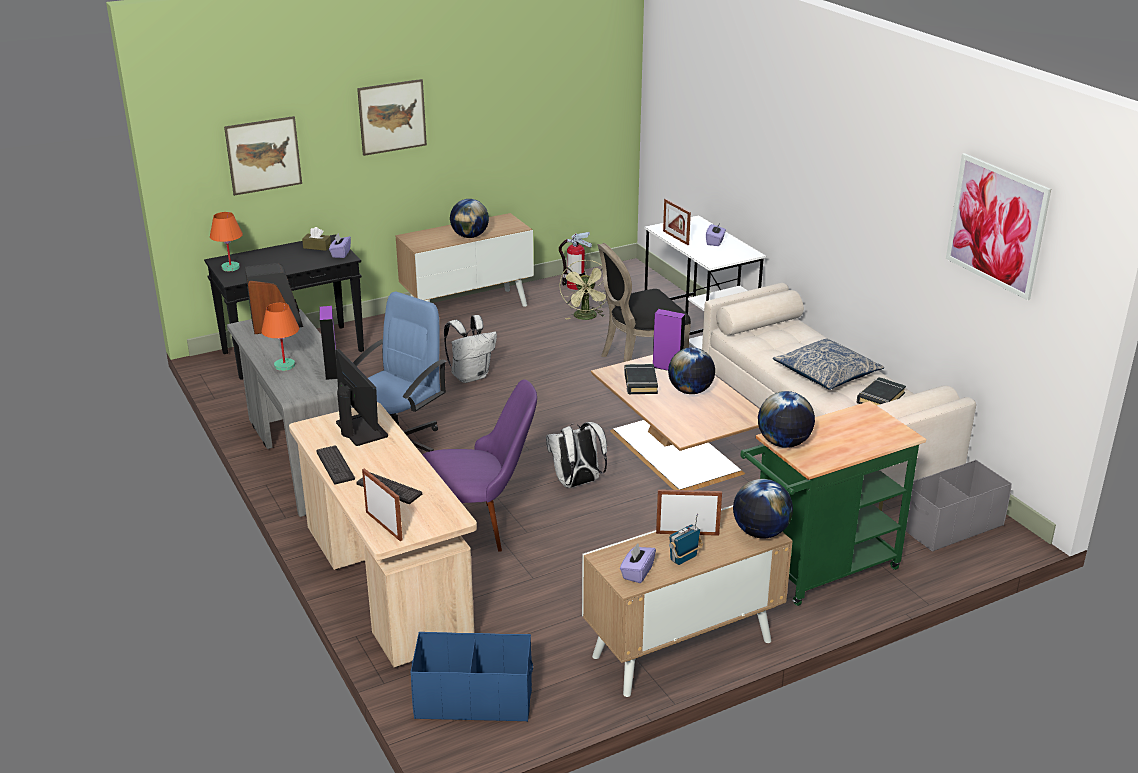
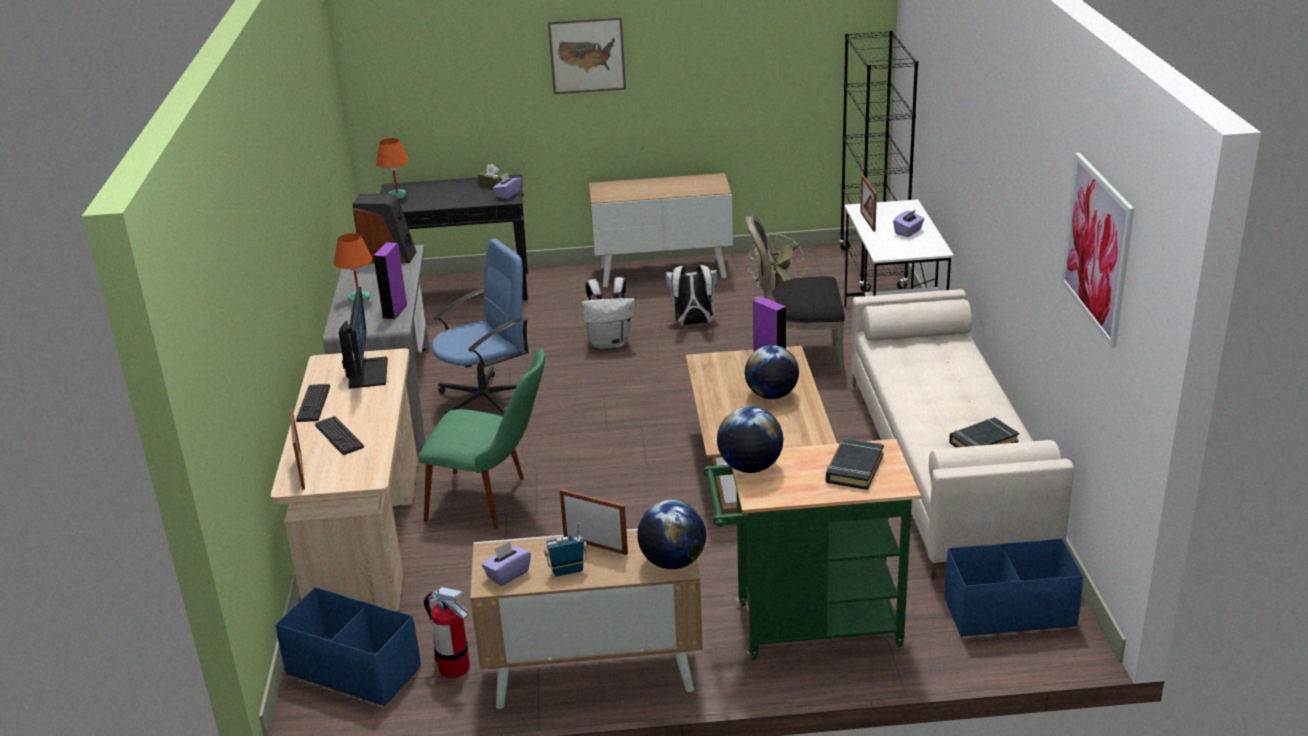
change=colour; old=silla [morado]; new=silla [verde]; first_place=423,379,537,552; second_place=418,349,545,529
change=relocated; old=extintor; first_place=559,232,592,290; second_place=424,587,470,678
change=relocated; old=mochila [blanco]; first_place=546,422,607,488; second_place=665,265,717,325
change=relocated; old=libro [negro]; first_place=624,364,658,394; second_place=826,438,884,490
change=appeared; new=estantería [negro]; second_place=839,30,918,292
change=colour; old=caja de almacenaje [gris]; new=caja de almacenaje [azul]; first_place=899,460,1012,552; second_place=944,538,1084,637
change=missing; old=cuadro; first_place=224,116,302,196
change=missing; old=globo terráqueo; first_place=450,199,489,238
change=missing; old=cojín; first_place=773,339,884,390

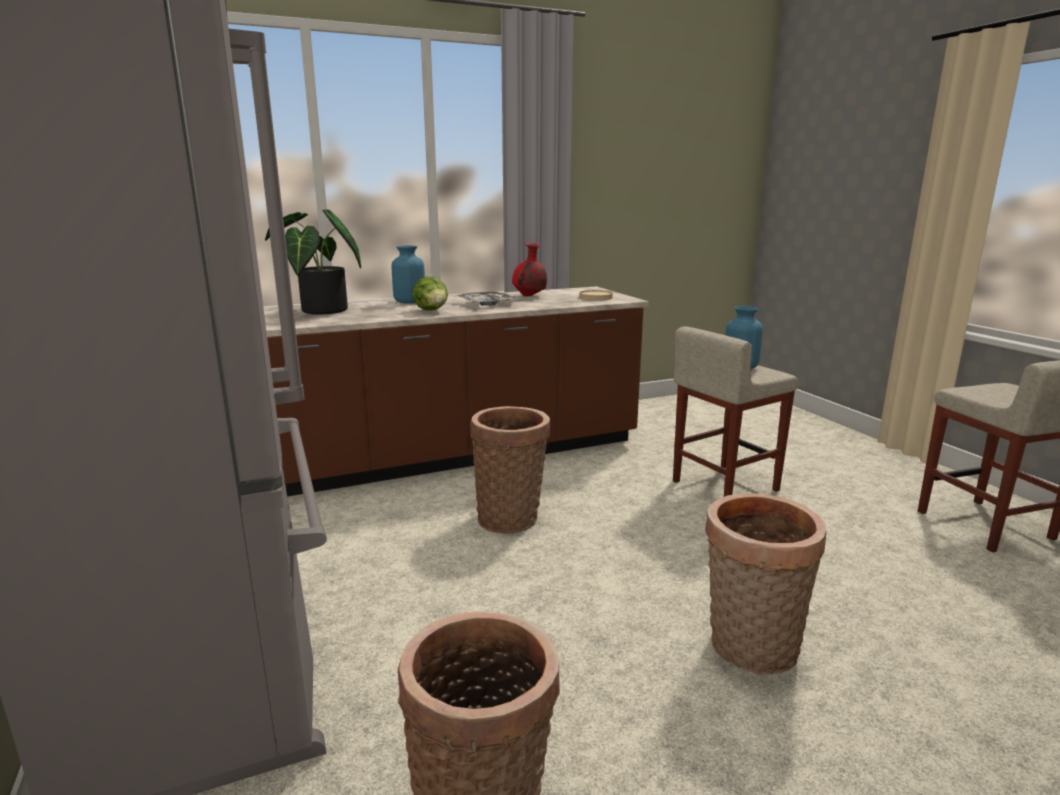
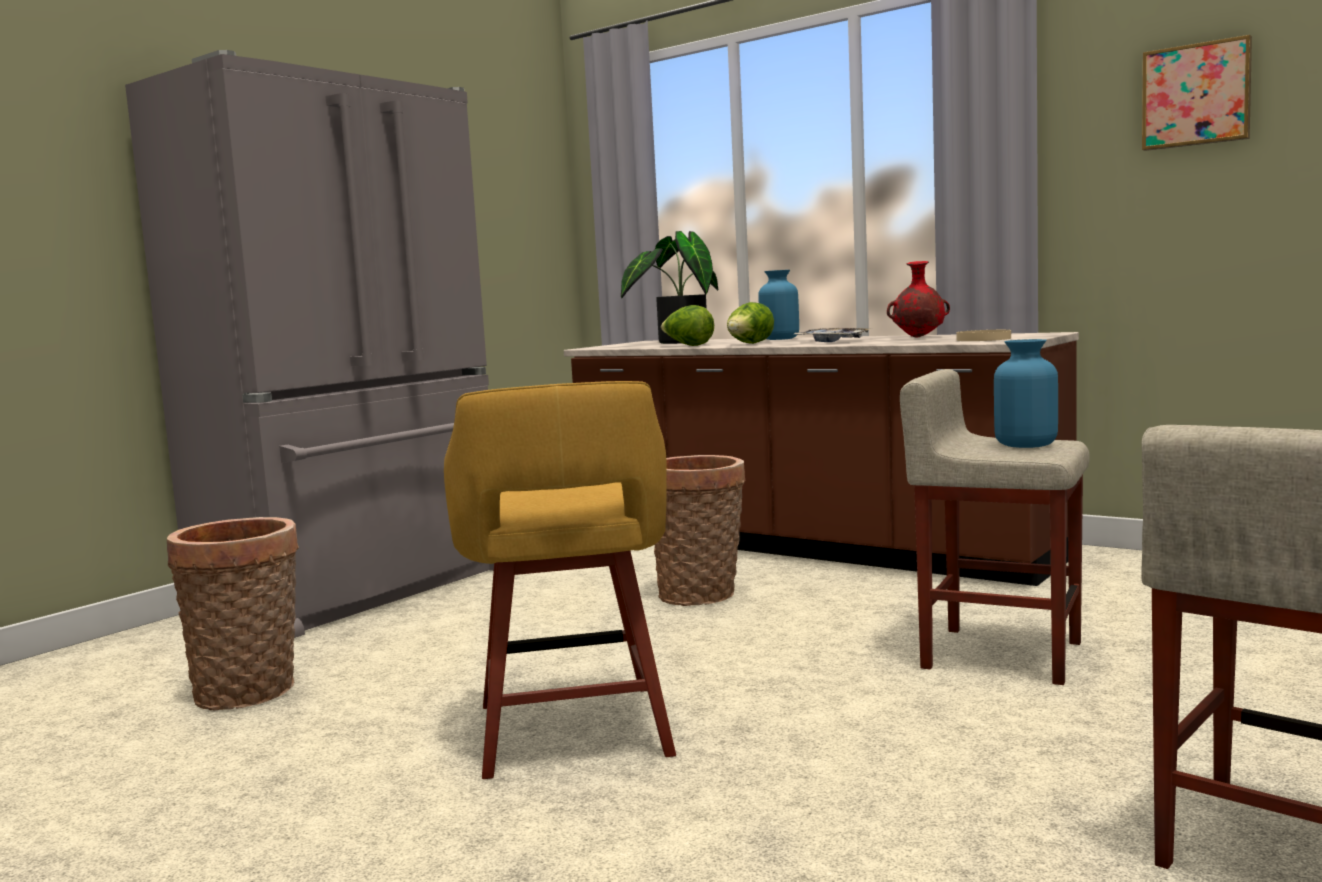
change=exchanged; old=cesta; new=taburete [amarillo]; first_place=705,493,826,674; second_place=444,381,676,779
change=appeared; new=lechuga; second_place=661,305,714,346
change=appeared; new=cuadro; second_place=1142,35,1252,151

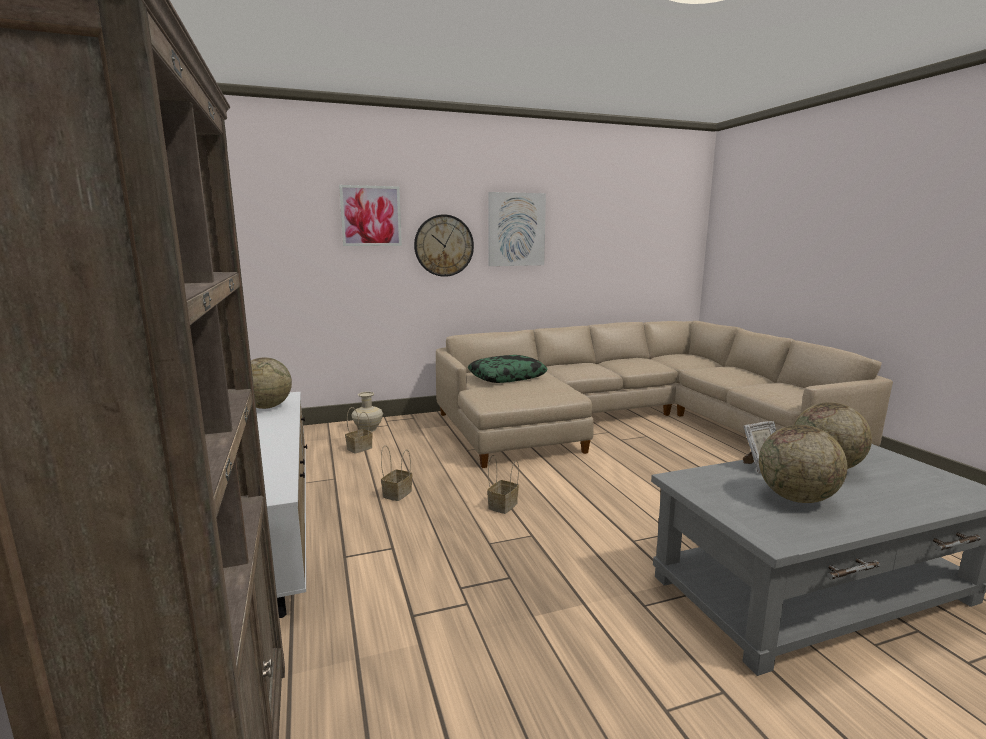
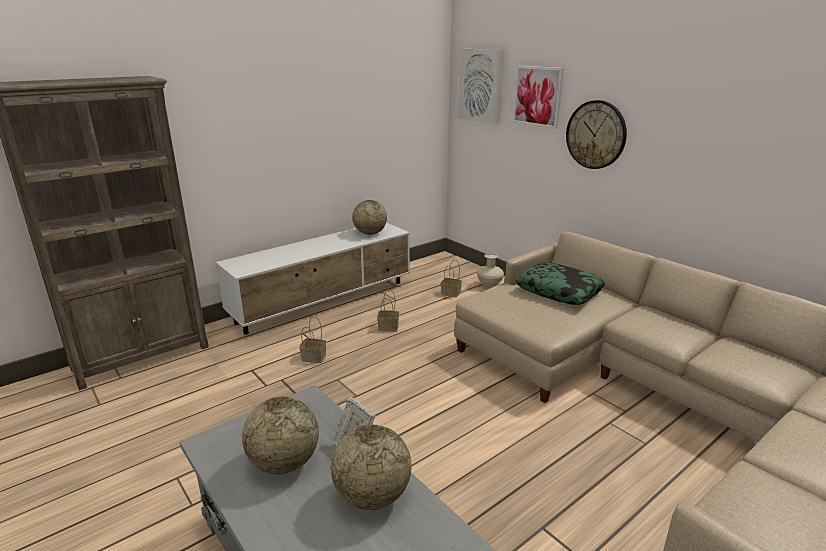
change=relocated; old=cesta; first_place=487,455,519,514; second_place=299,316,326,363
change=relocated; old=cuadro; first_place=488,192,546,266; second_place=458,49,505,124

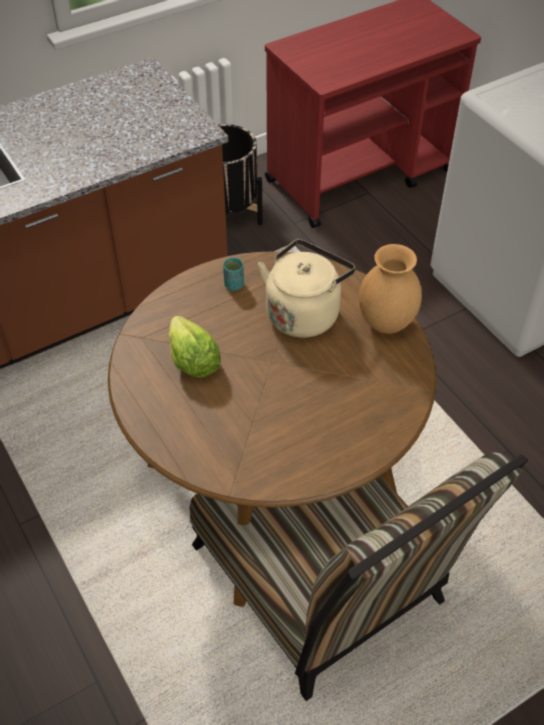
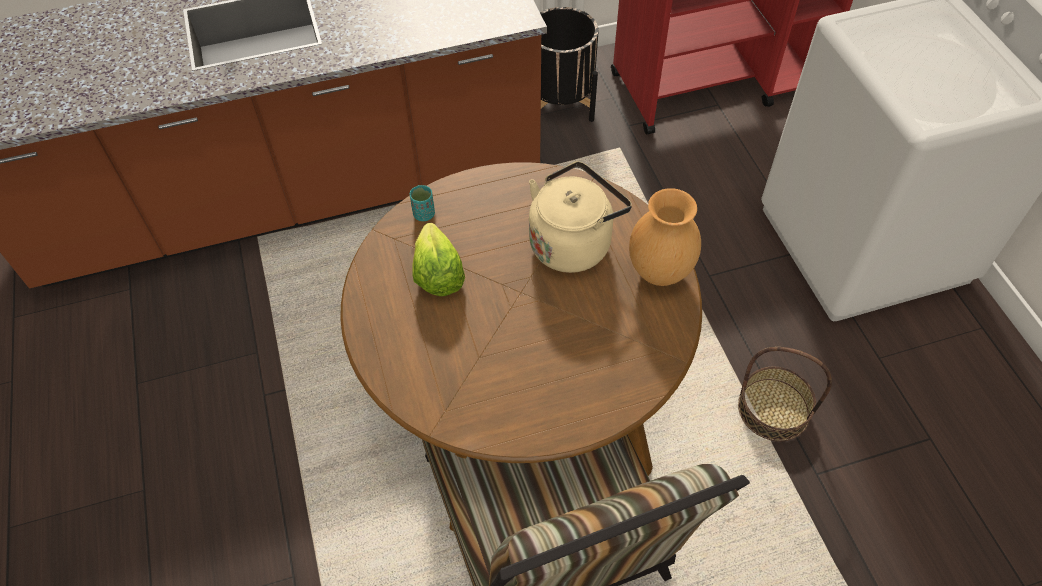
change=relocated; old=taza [turquesa]; first_place=223,258,244,290; second_place=410,185,435,221
change=appeared; new=cesta; second_place=738,347,832,441

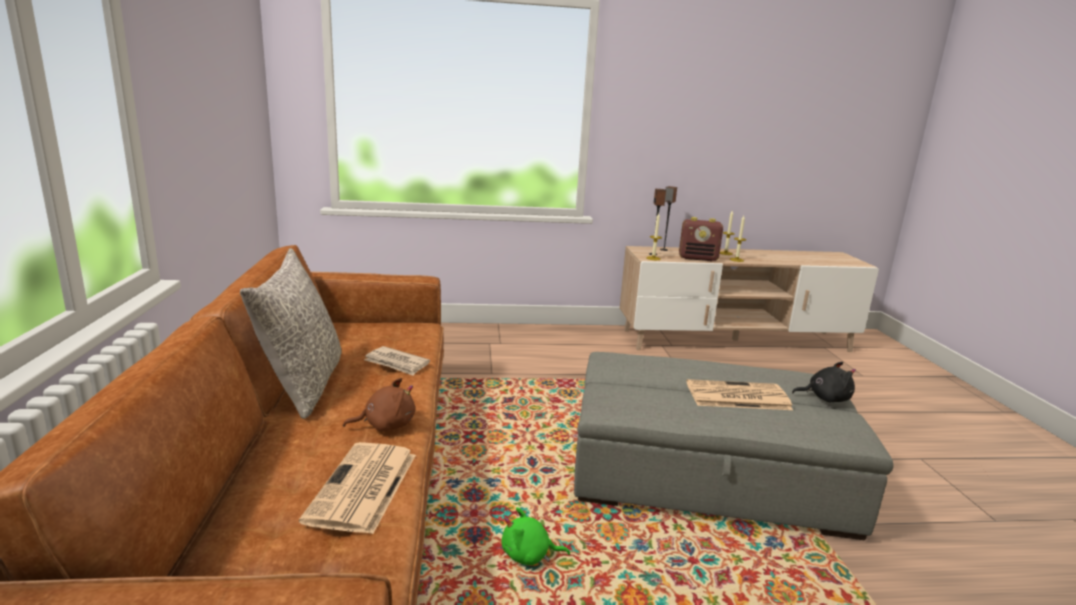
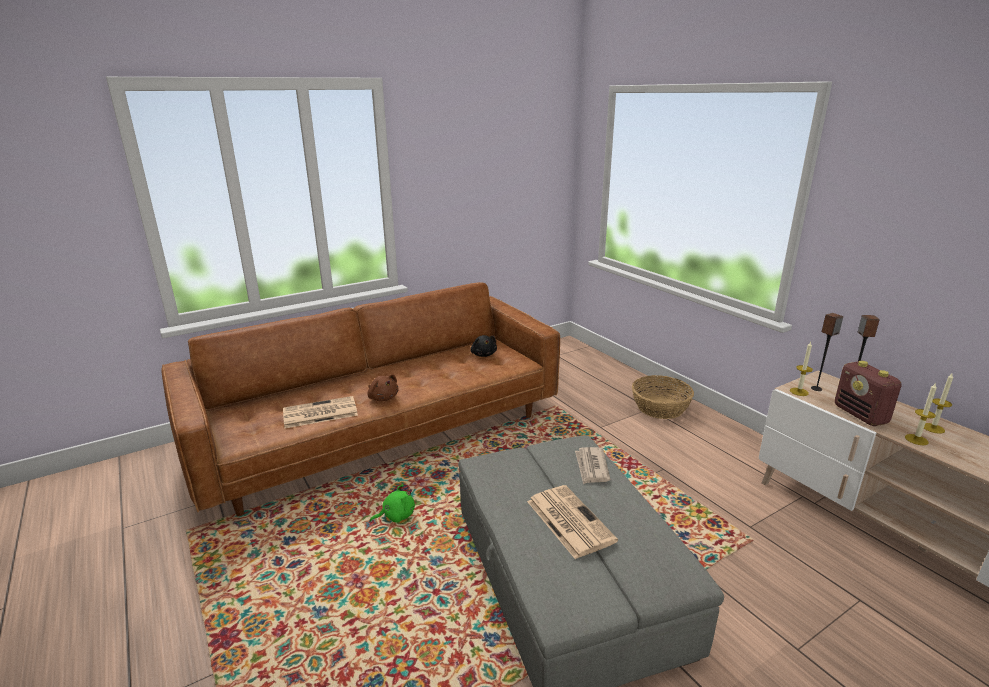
change=spun; old=peluche [verde]; first_place=502,507,570,565; second_place=370,484,415,523; degrees=90
change=relocated; old=peluche [negro]; first_place=792,362,856,402; second_place=470,335,497,357
change=relocated; old=periódico; first_place=364,346,430,376; second_place=575,447,610,484
change=appeared; new=cesta; second_place=632,375,694,419
change=missing; old=cojín [gris]; first_place=240,248,342,419

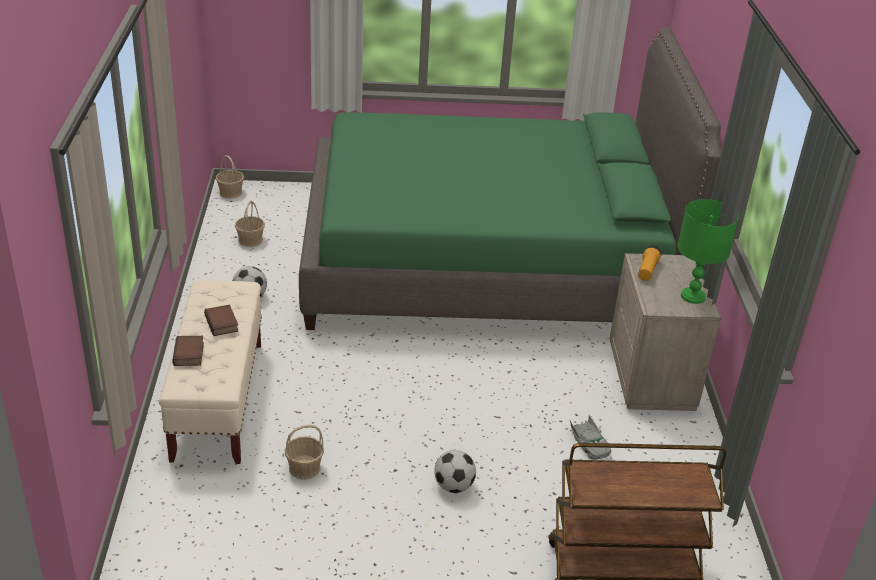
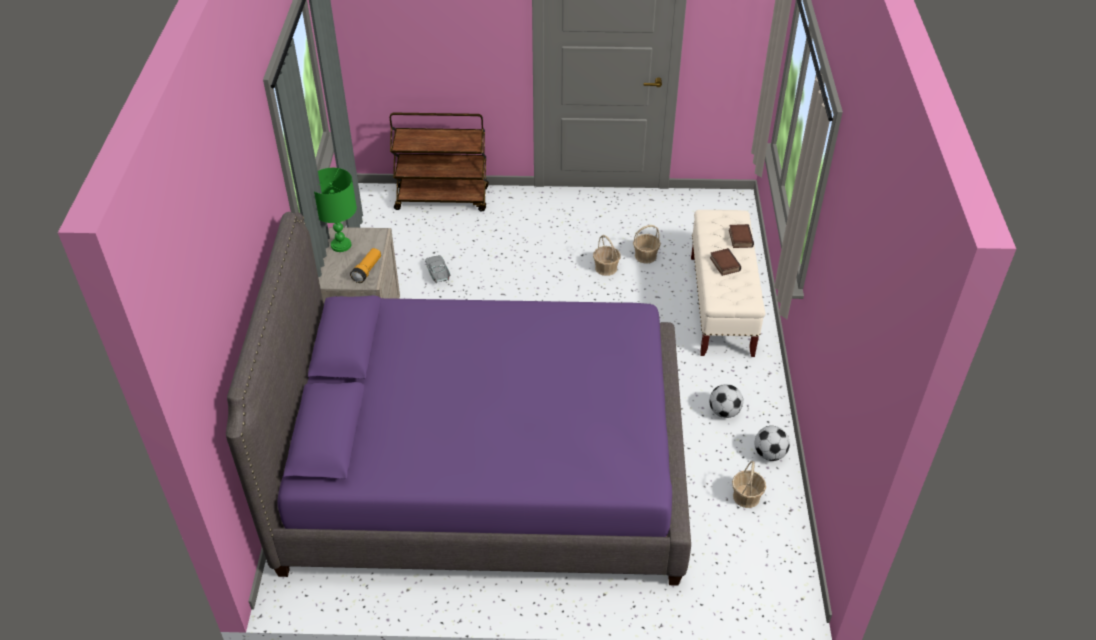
change=colour; old=cama [verde]; new=cama [morado]; first_place=299,27,722,330; second_place=226,212,691,586
change=relocated; old=cesta; first_place=216,155,244,198; second_place=593,235,621,276
change=relocated; old=balón de fútbol; first_place=434,450,476,493; second_place=754,426,790,461

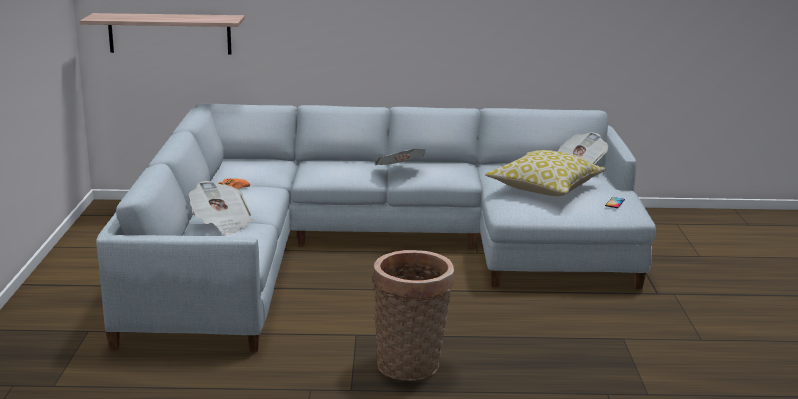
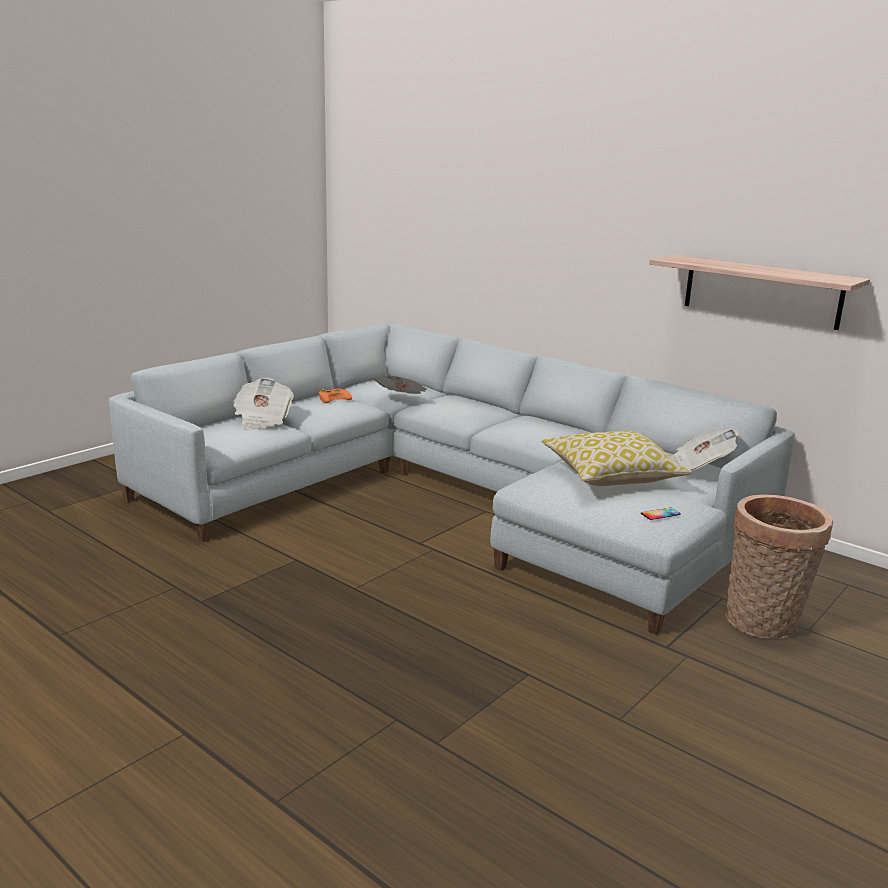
change=relocated; old=periódico; first_place=374,149,426,165; second_place=372,376,427,394
change=relocated; old=estante; first_place=80,13,245,54; second_place=649,255,870,330
change=relocated; old=cesta; first_place=373,250,454,381; second_place=725,494,833,639

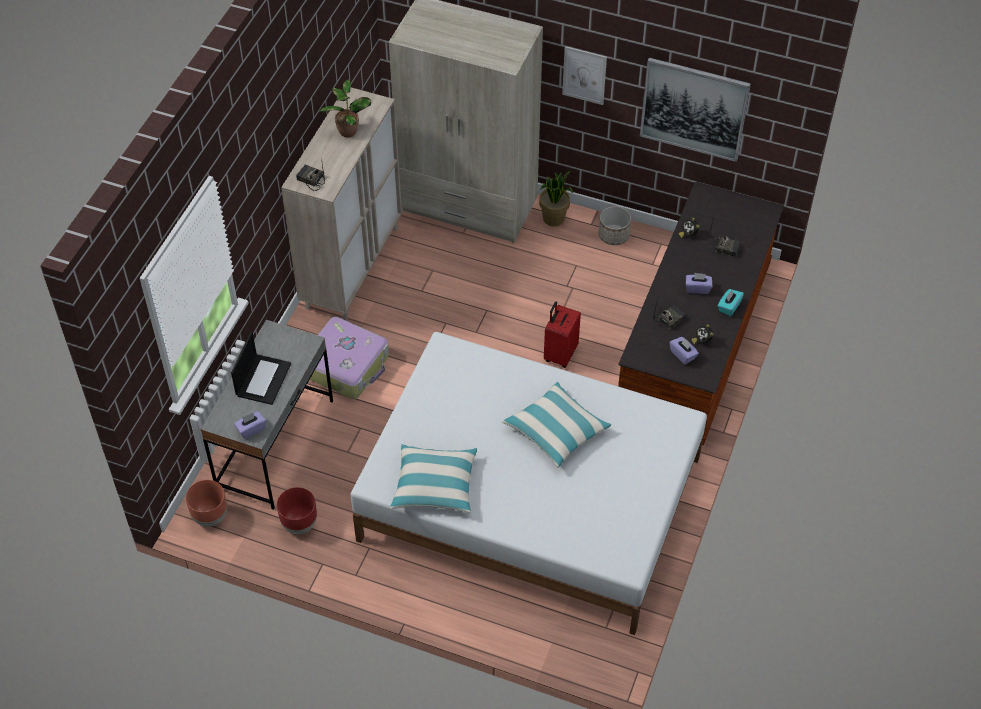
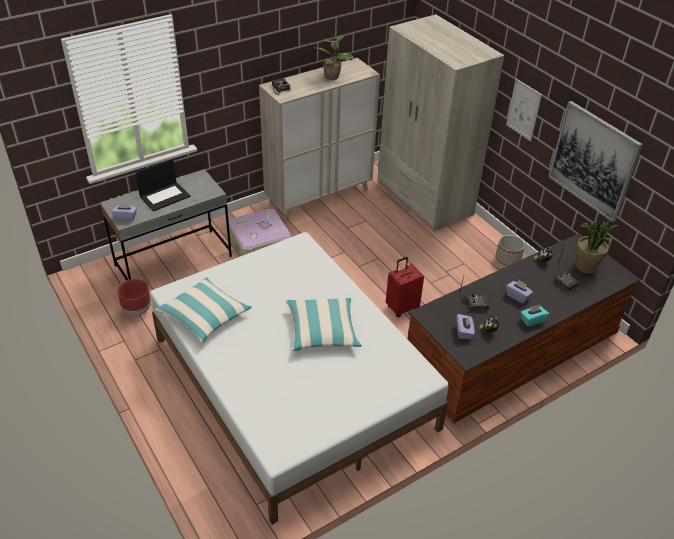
change=relocated; old=planta en maceta; first_place=539,171,573,226; second_place=576,221,619,274
change=missing; old=maceta [marrón]; first_place=186,480,227,527

